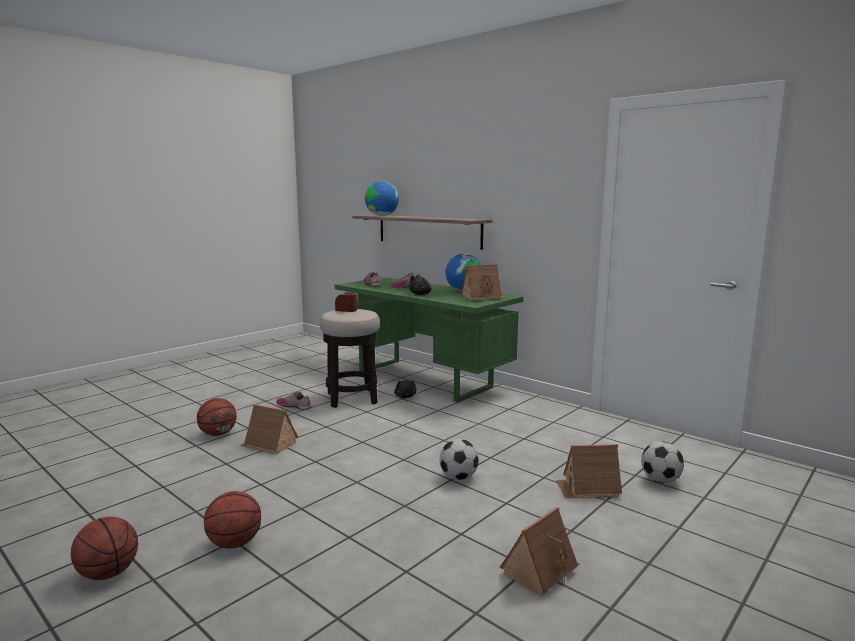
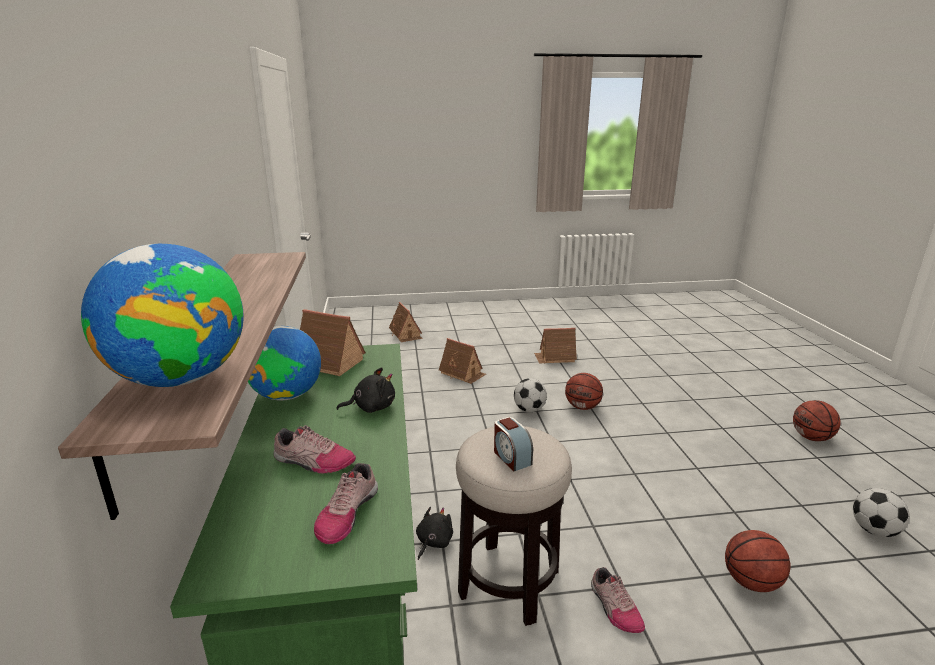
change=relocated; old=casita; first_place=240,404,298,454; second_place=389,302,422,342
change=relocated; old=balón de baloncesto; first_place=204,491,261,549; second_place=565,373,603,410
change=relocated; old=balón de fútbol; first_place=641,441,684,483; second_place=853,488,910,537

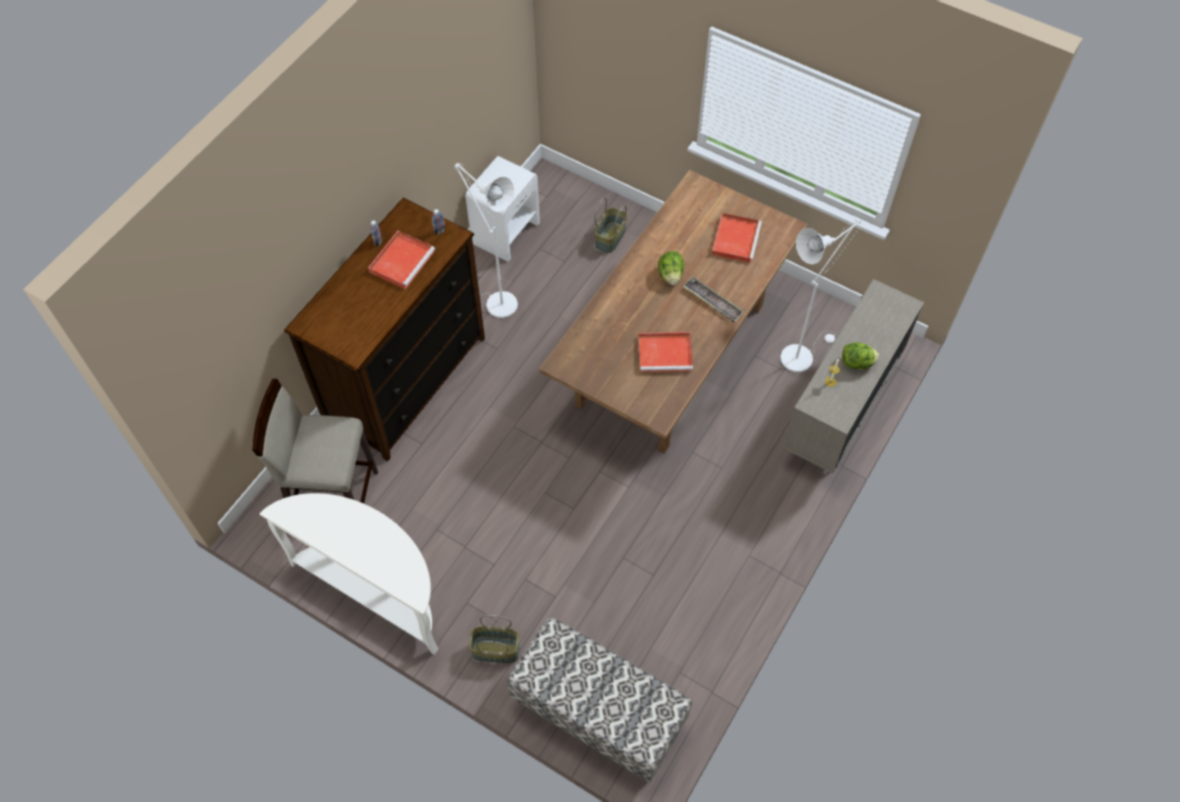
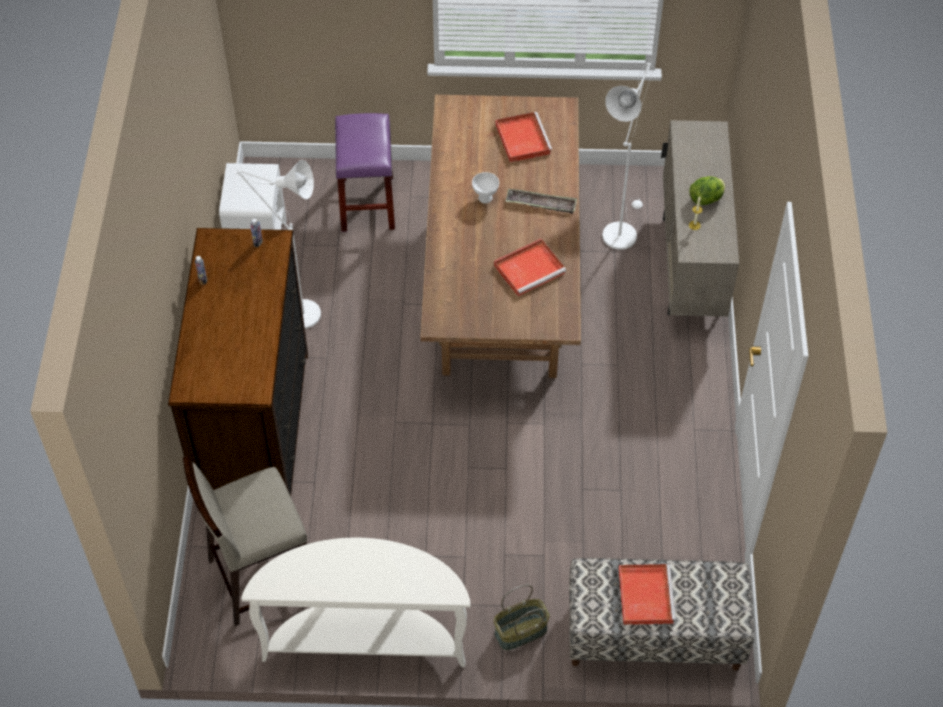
change=exchanged; old=cesta; new=taburete [morado]; first_place=594,197,627,253; second_place=335,113,395,232
change=exchanged; old=lechuga; new=cuenco [blanco]; first_place=658,251,685,285; second_place=472,172,499,203
change=relocated; old=bandeja [rojo]; first_place=368,231,435,289; second_place=619,564,676,625

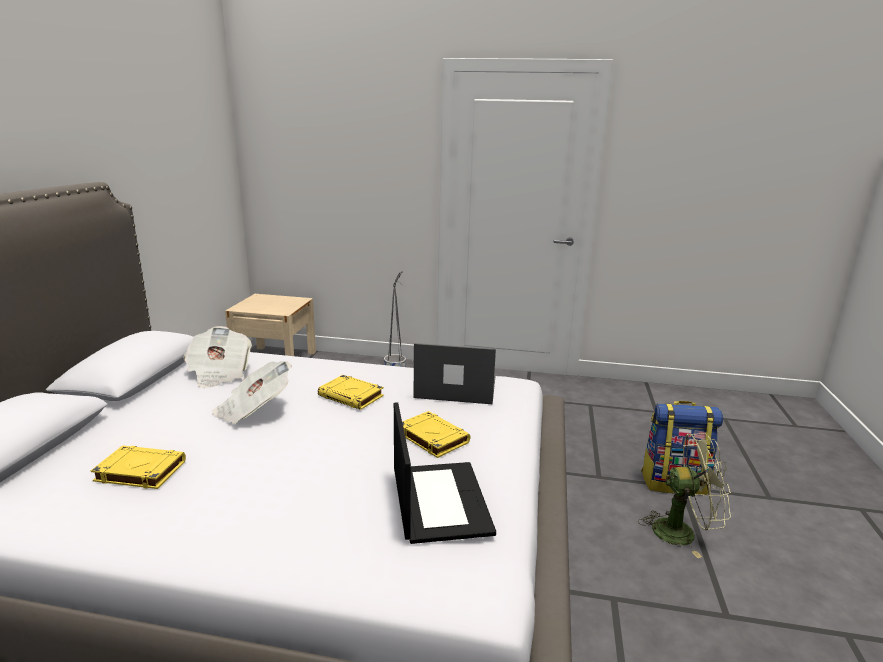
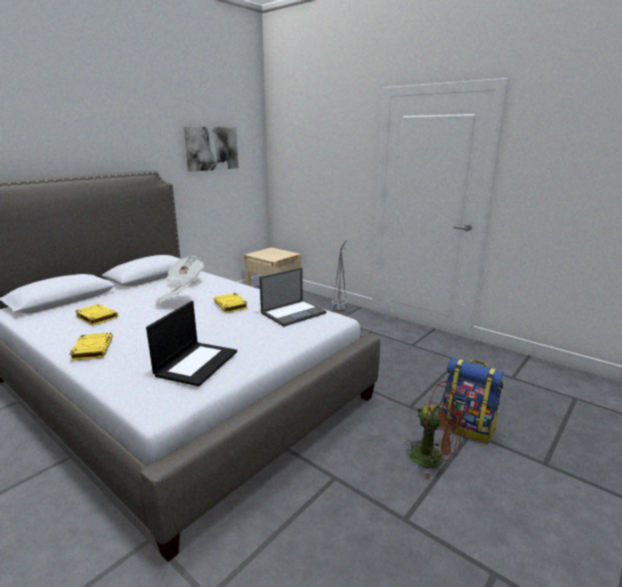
change=relocated; old=libro [amarillo]; first_place=402,411,471,458; second_place=69,333,113,361
change=appeared; new=cuadro; second_place=184,127,238,172
change=spun; old=portátil; first_place=414,343,496,404; second_place=259,268,326,327; degrees=105
change=colour; old=ventilador [verde]; new=ventilador [marrón]; first_place=638,433,731,558; second_place=405,381,467,479

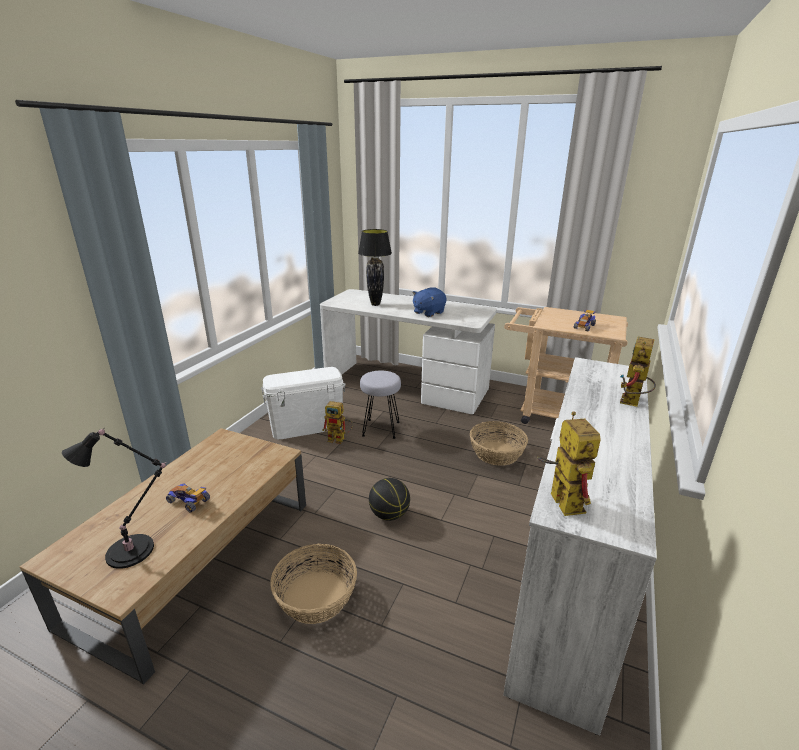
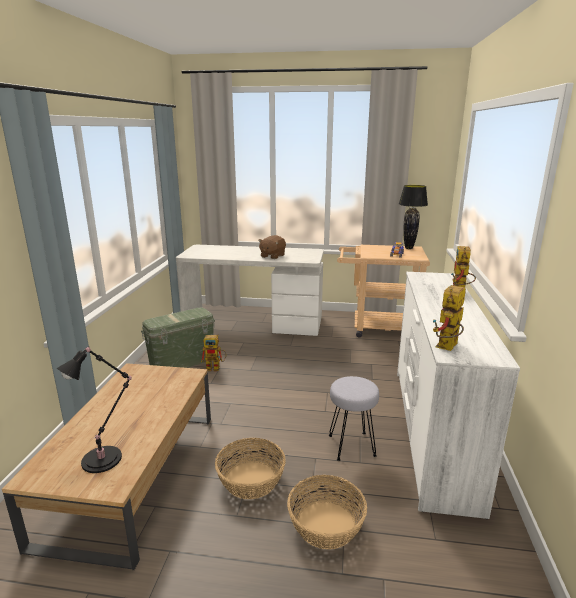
change=colour; old=caja de almacenaje [blanco]; new=caja de almacenaje [verde]; first_place=261,367,346,439; second_place=141,307,215,368
change=colour; old=peluche [azul]; new=peluche [marrón]; first_place=412,287,446,317; second_place=258,235,286,259
change=relocated; old=cesta; first_place=470,421,528,466; second_place=287,475,367,550
change=relocated; old=taburete [gris]; first_place=360,371,401,439; second_place=329,376,379,461
change=relocated; old=lámpara de mesa [negro]; first_place=358,229,392,306; second_place=399,185,428,249
change=spun; old=robot de juguete; first_place=537,411,601,516; second_place=433,285,466,351; degrees=-120
change=missing; old=coche de juguete; first_place=166,483,210,513
change=missing; old=balón de baloncesto; first_place=369,478,410,521

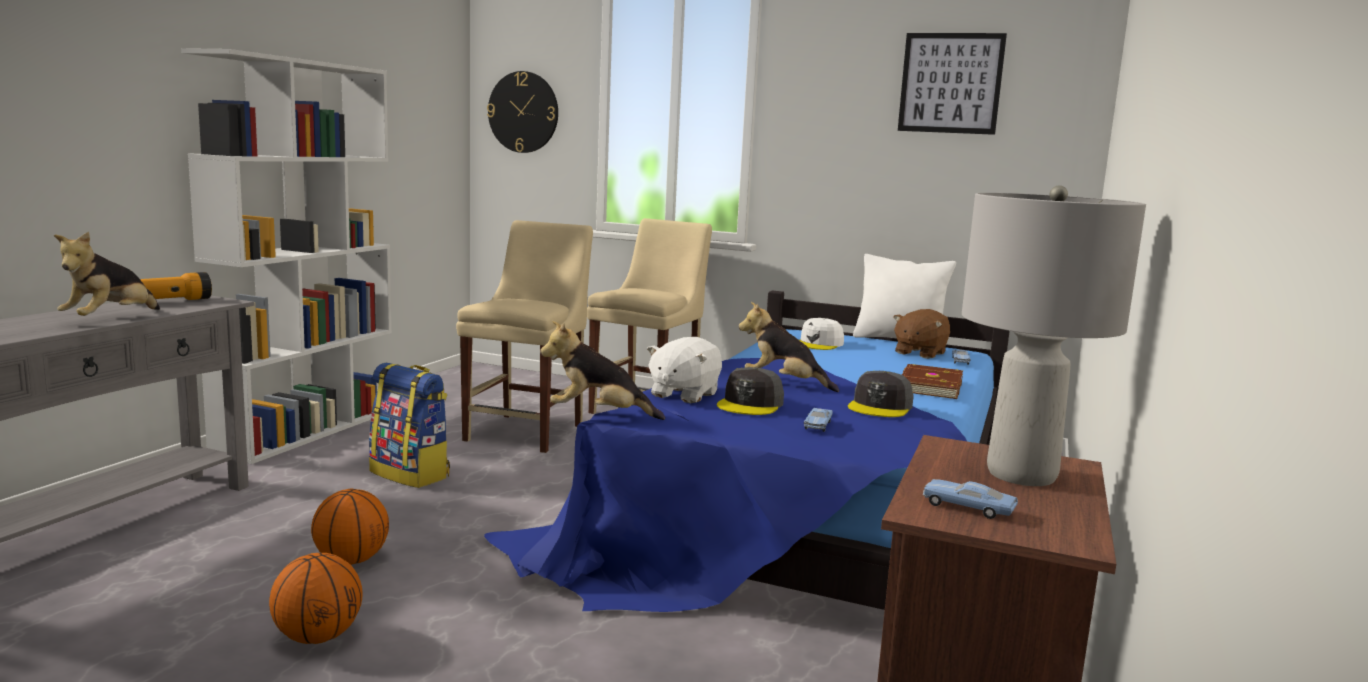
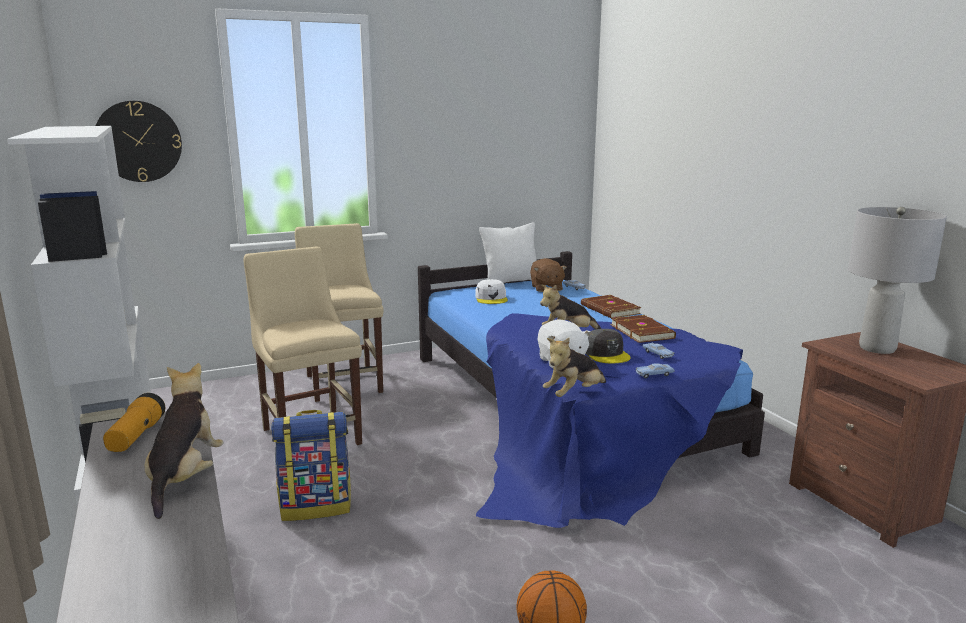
change=spun; old=peluche; first_place=54,232,160,316; second_place=145,363,224,519; degrees=-150
change=exchanged; old=gorra [gris]; new=libro [marrón]; first_place=848,371,914,417; second_place=611,315,676,343
change=relocated; old=coche de juguete [azul]; first_place=923,479,1018,519; second_place=636,363,675,378
change=missing; old=balón de baloncesto; first_place=311,489,389,565
change=missing; old=cuadro; first_place=898,33,1007,135

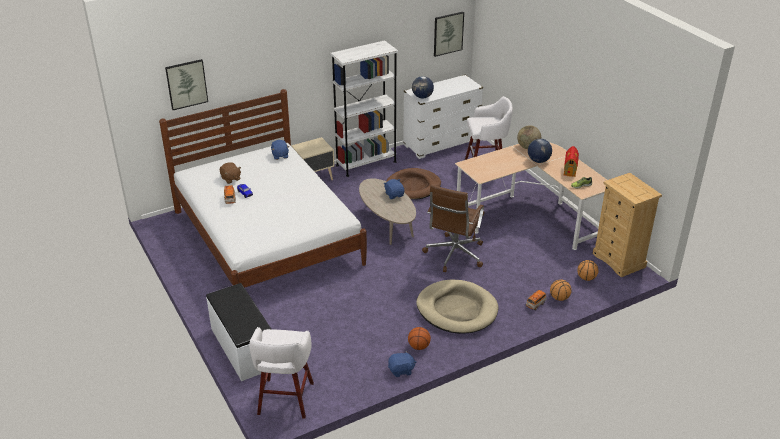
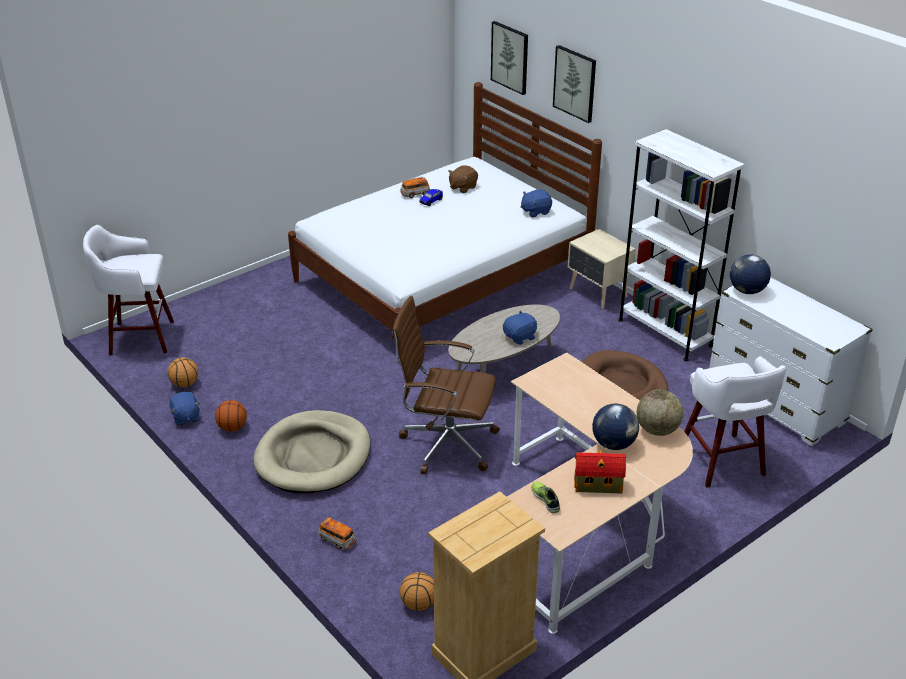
change=relocated; old=balón de baloncesto; first_place=550,280,572,301; second_place=168,357,198,387
change=relocated; old=cuadro; first_place=434,12,464,57; second_place=553,45,596,123
change=missing; old=banco [blanco]; first_place=206,283,271,381

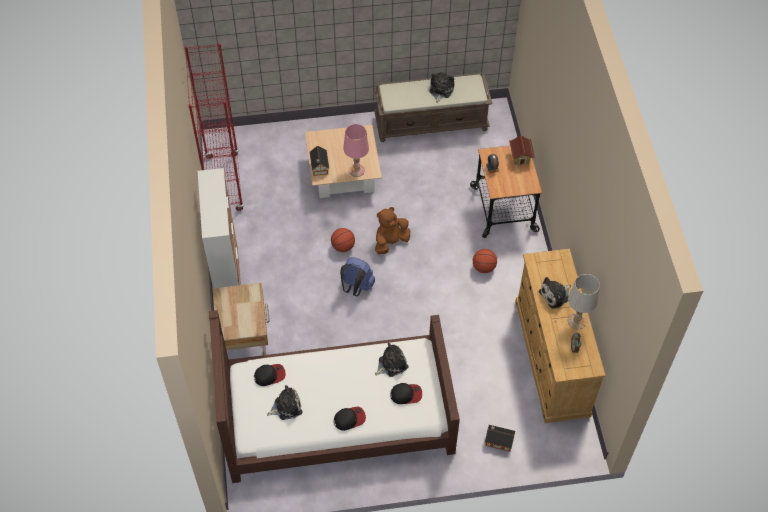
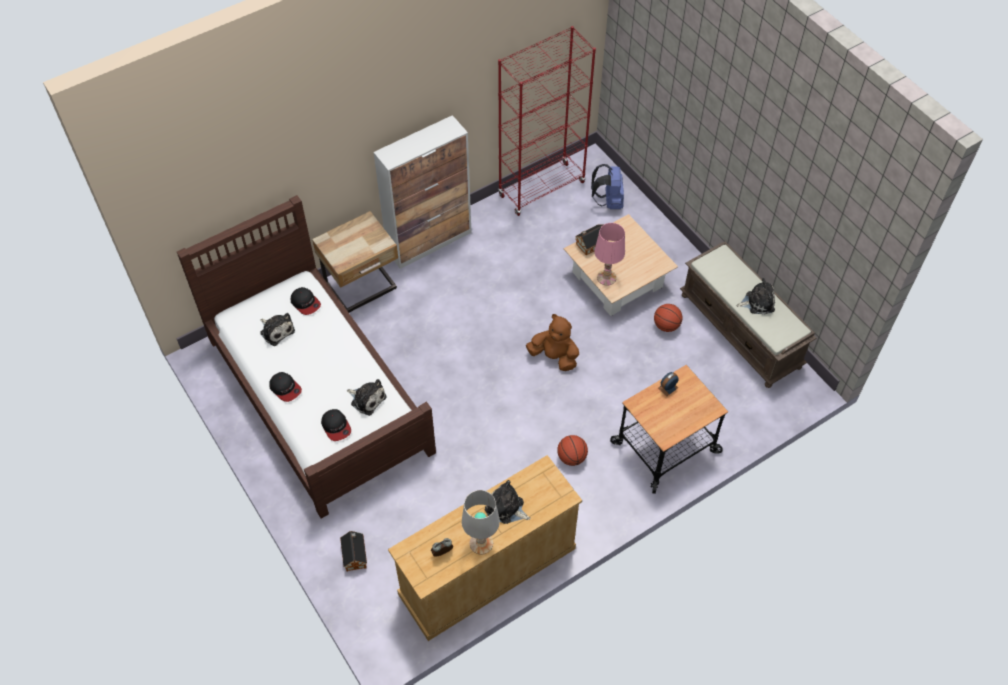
change=relocated; old=mochila [azul]; first_place=340,257,375,296; second_place=591,164,624,209
change=relocated; old=balón de baloncesto; first_place=331,228,355,252; second_place=654,304,682,332
change=missing; old=casita; first_place=509,135,535,165

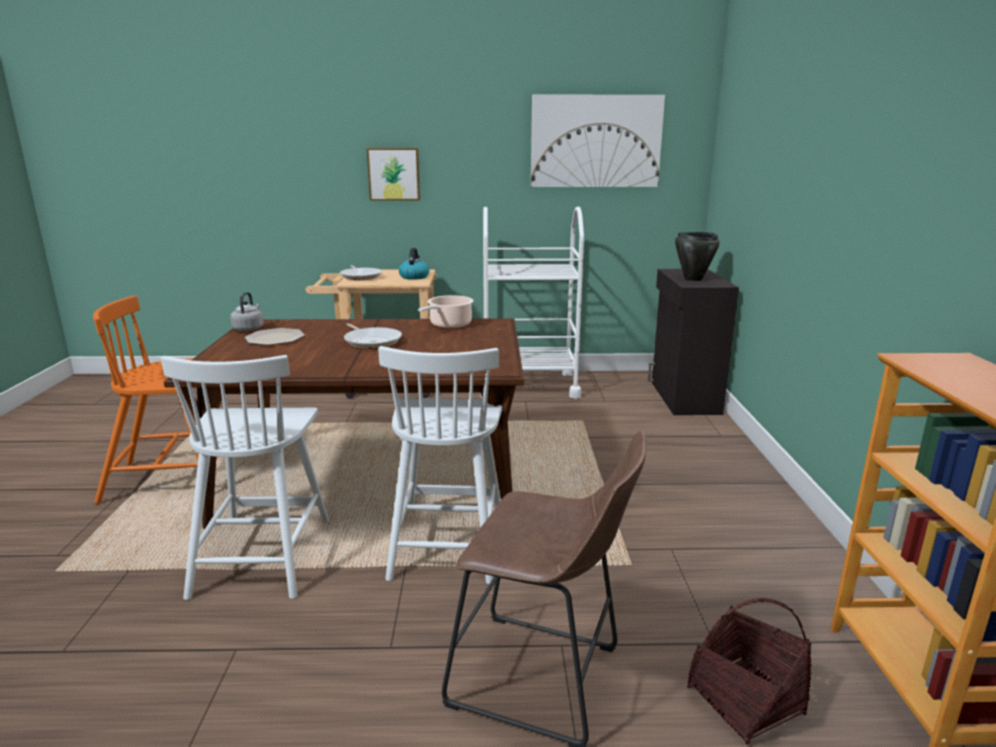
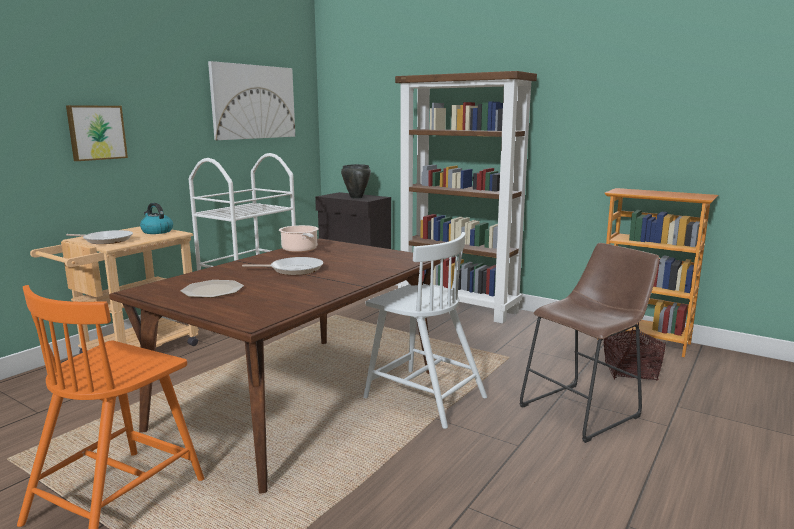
change=appeared; new=estantería [marrón]; second_place=395,71,537,324
change=missing; old=silla [blanco]; first_place=161,355,329,600
change=missing; old=hervidor [gris]; first_place=230,292,264,332

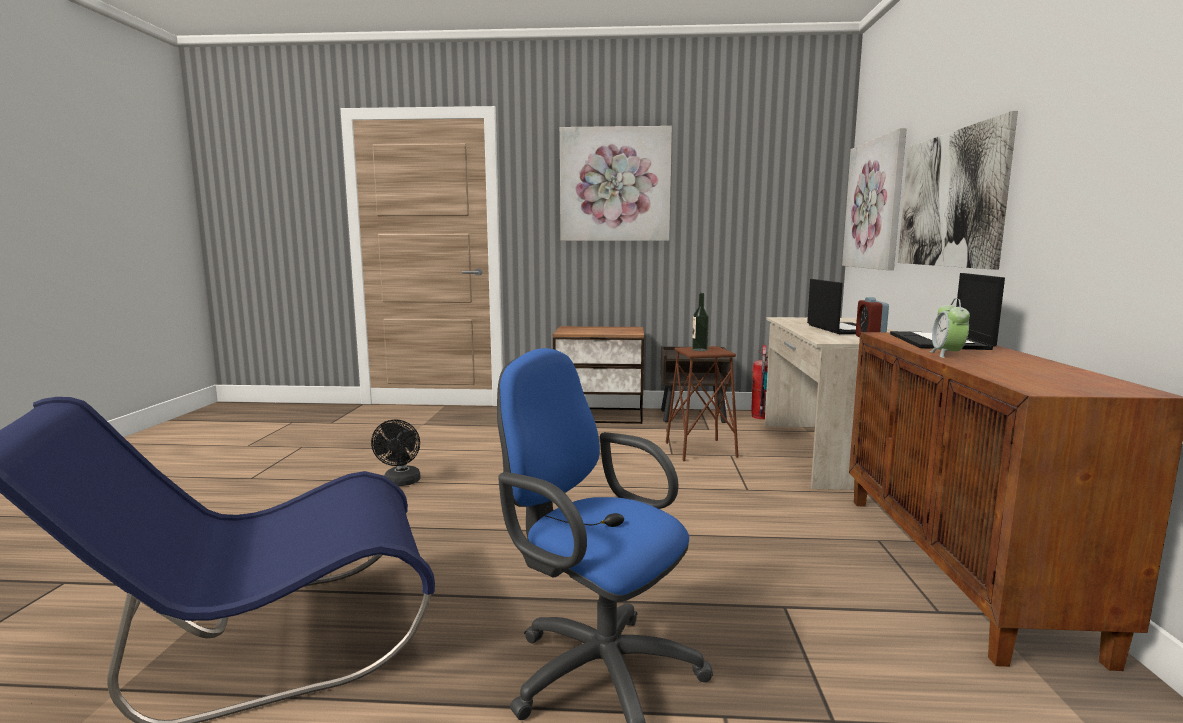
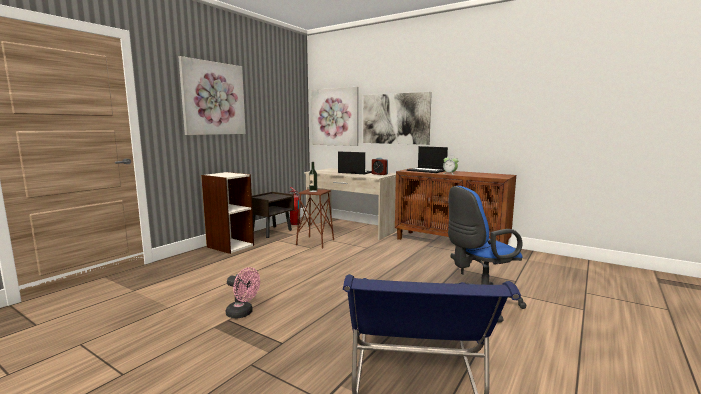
change=exchanged; old=mesita de noche; new=estantería; first_place=553,326,644,424; second_place=201,172,254,254
change=colour; old=ventilador [negro]; new=ventilador [rosa]; first_place=371,419,421,486; second_place=226,267,260,318

